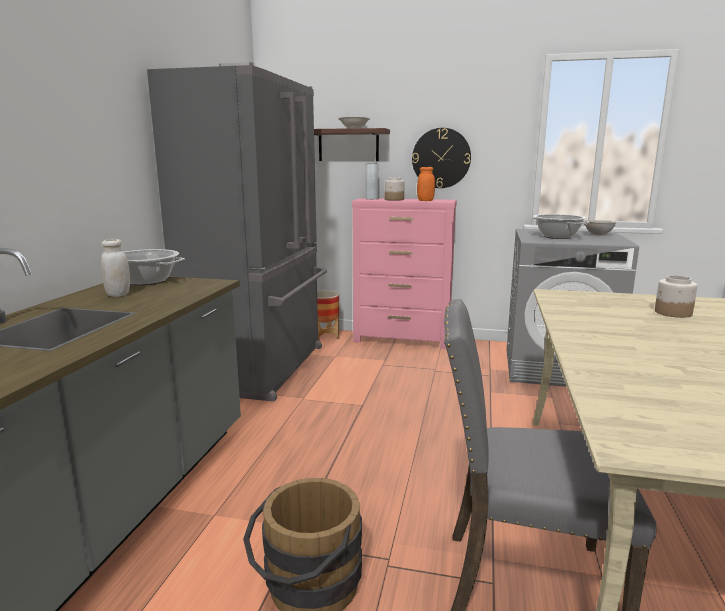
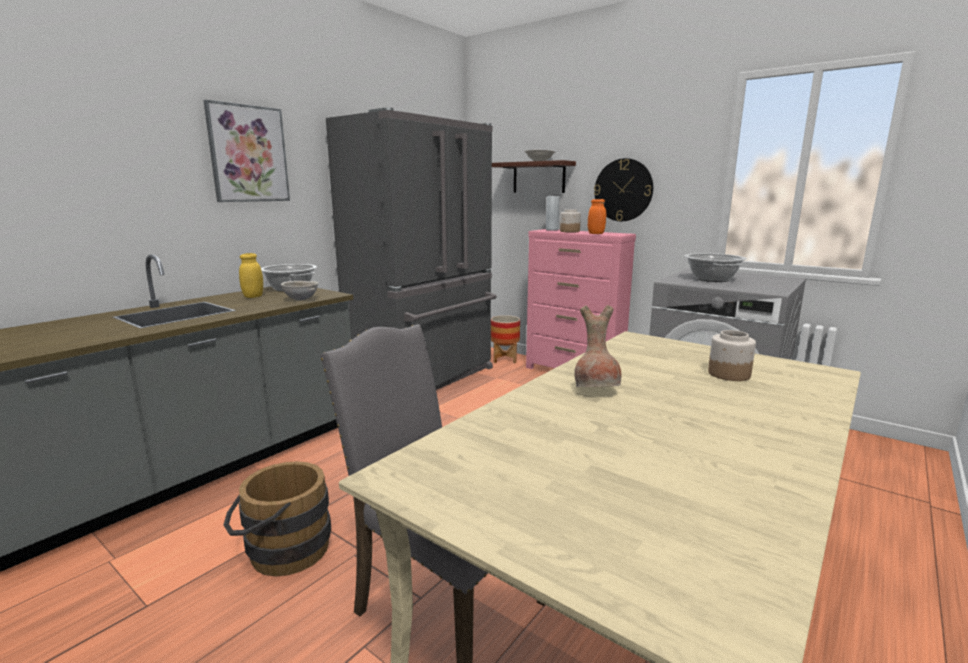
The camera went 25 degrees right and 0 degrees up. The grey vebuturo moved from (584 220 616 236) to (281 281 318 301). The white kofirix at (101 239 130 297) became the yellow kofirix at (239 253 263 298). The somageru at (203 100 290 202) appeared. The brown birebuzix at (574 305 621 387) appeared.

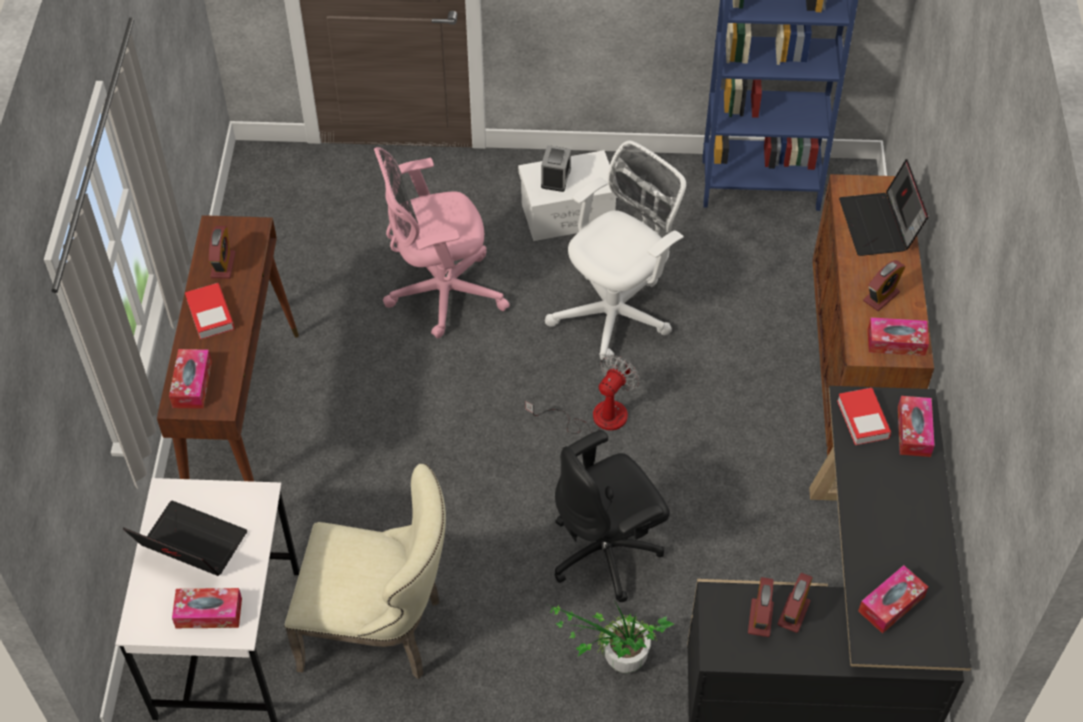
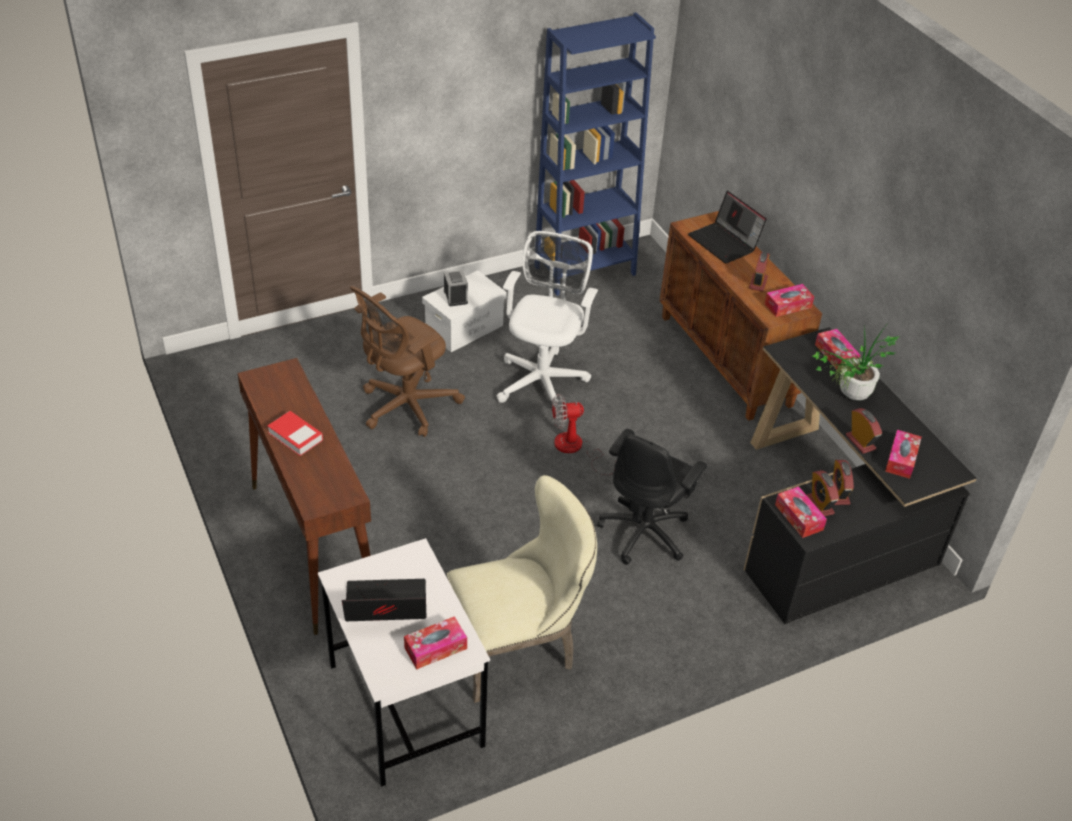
The camera went 30 degrees left and 10 degrees down. The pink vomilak at (374 147 510 338) became the brown vomilak at (350 286 465 437). The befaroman moved from (209 226 236 279) to (846 408 882 454). The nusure moved from (169 349 212 409) to (775 486 827 538). The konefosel at (525 355 639 434) turned 105 degrees counterclockwise. The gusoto at (837 388 891 445) disappeared. The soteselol moved from (544 602 674 673) to (813 322 900 400).

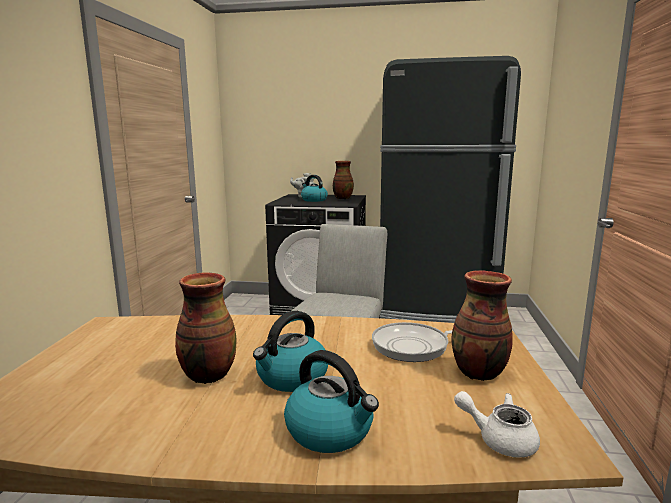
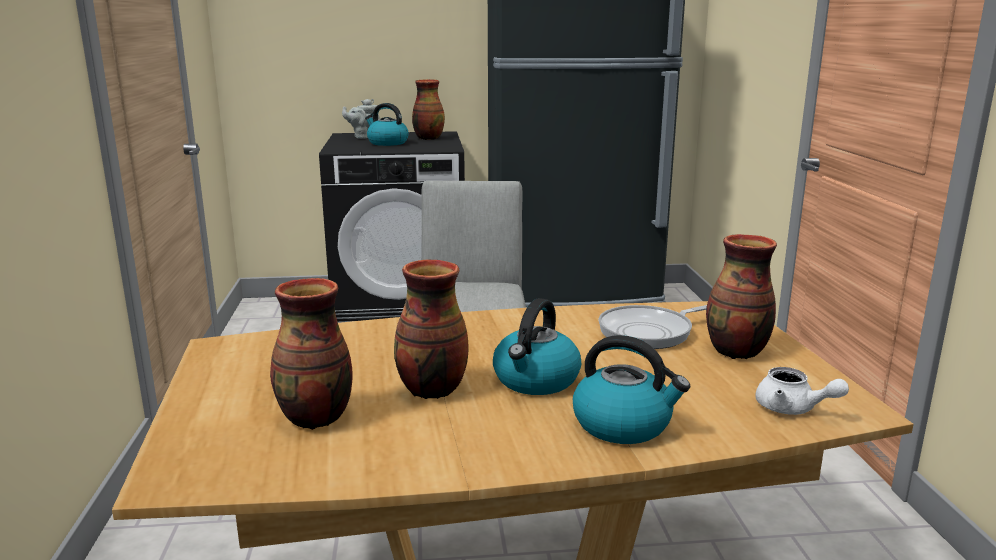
The camera went 15 degrees left and 5 degrees up. The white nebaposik at (454 391 540 458) turned 150 degrees counterclockwise. The birebuzix at (270 278 353 430) appeared.

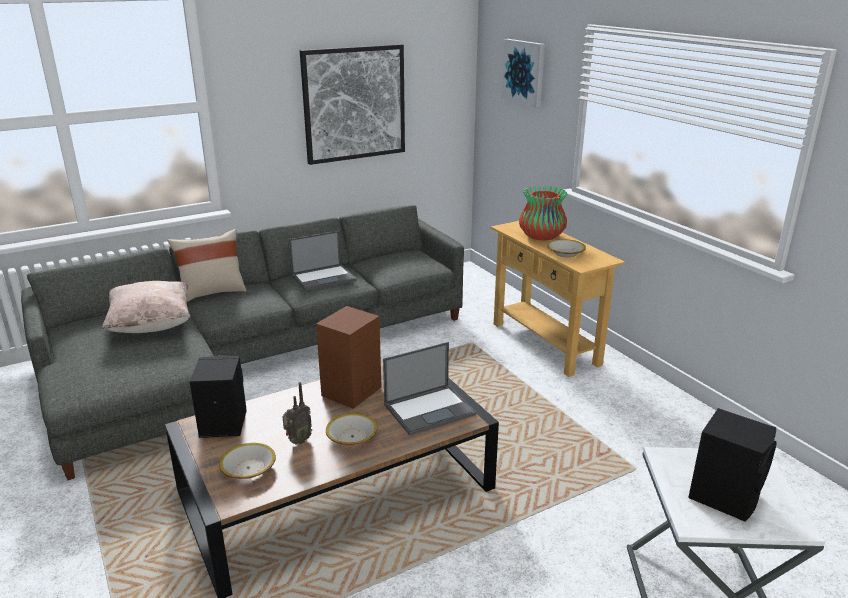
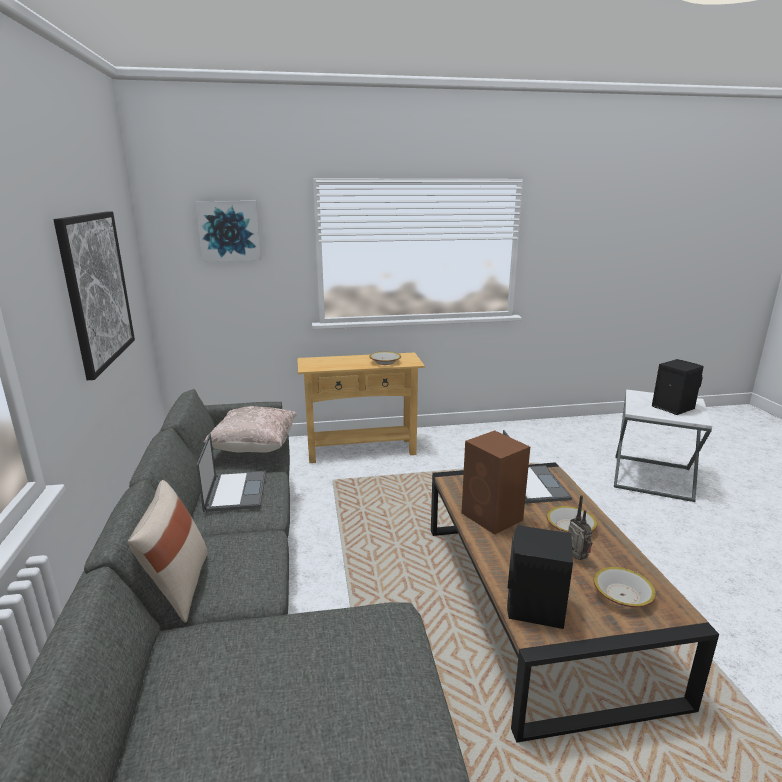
The camera went 70 degrees left and 5 degrees down. The birebuzix at (519 186 567 241) disappeared. The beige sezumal moved from (102 281 190 333) to (204 406 297 453).

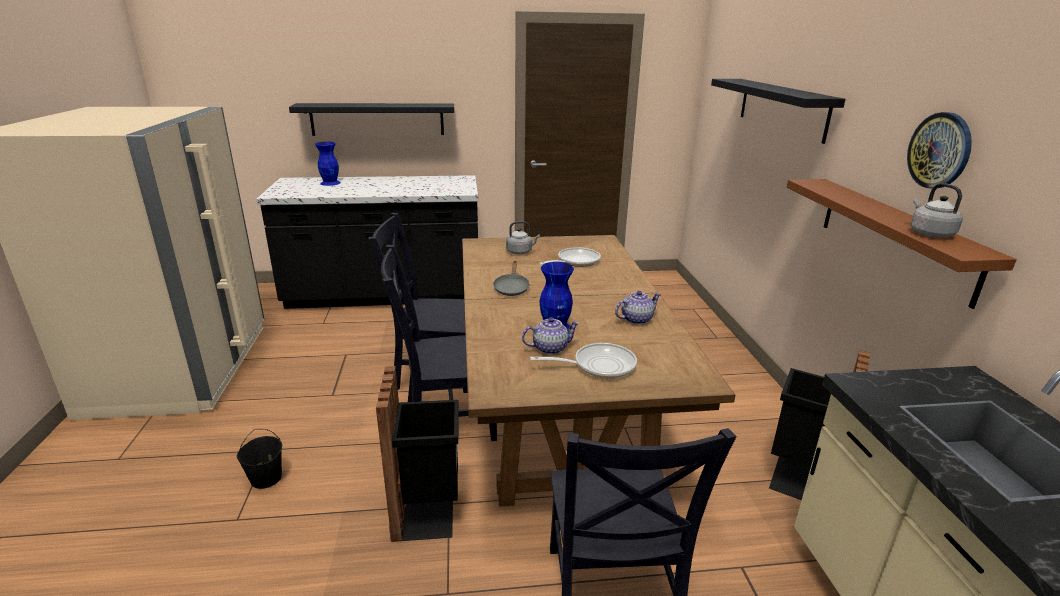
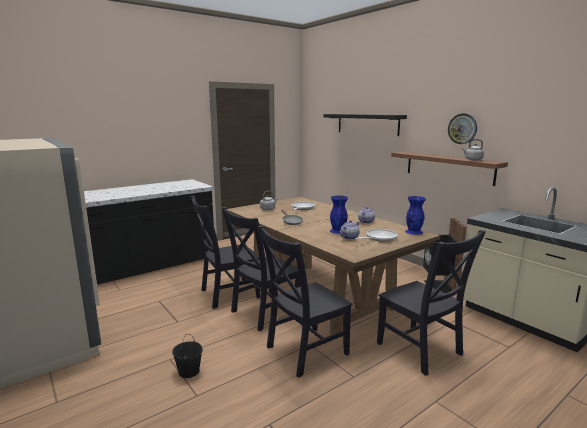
The camera went 30 degrees left and 10 degrees down. The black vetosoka at (289 103 454 136) disappeared. The blue birebuzix moved from (315 142 341 186) to (405 196 426 235). The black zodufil at (376 366 459 542) was replaced by the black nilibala at (258 226 353 378).

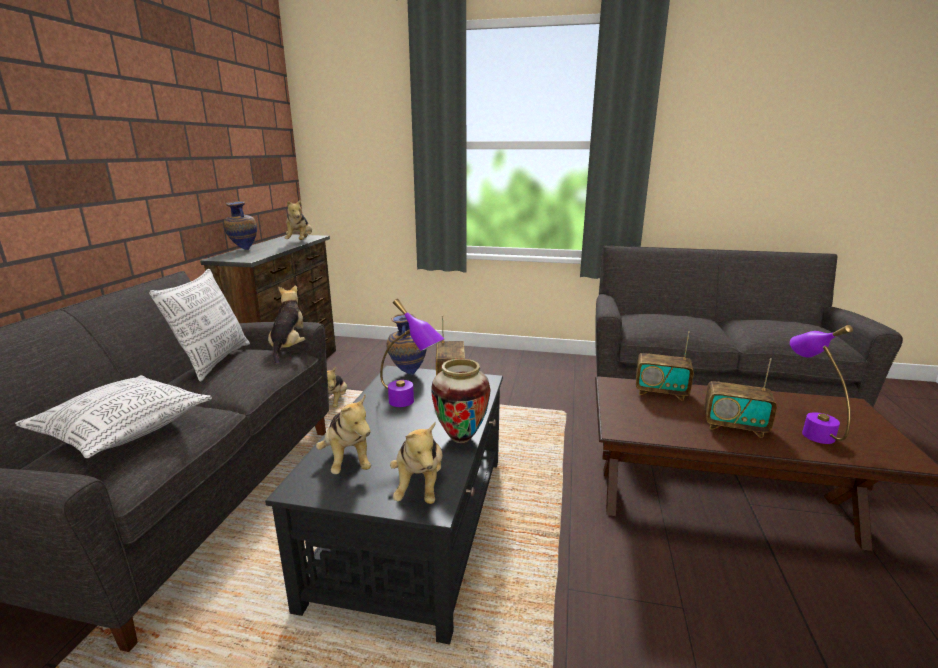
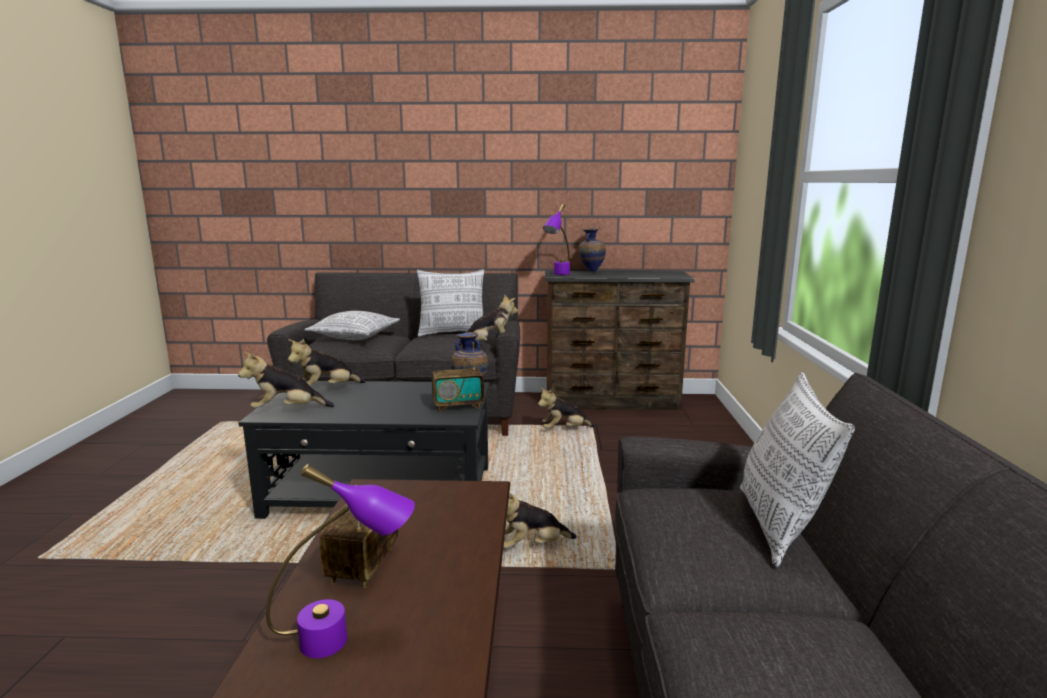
The camera went 80 degrees right and 5 degrees down. The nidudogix moved from (285 199 312 240) to (503 493 577 549). The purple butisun moved from (380 299 444 407) to (543 204 570 275). The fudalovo at (636 331 694 401) disappeared. The birebuzix at (431 359 491 443) disappeared. The sezumal at (740 372 855 567) appeared.

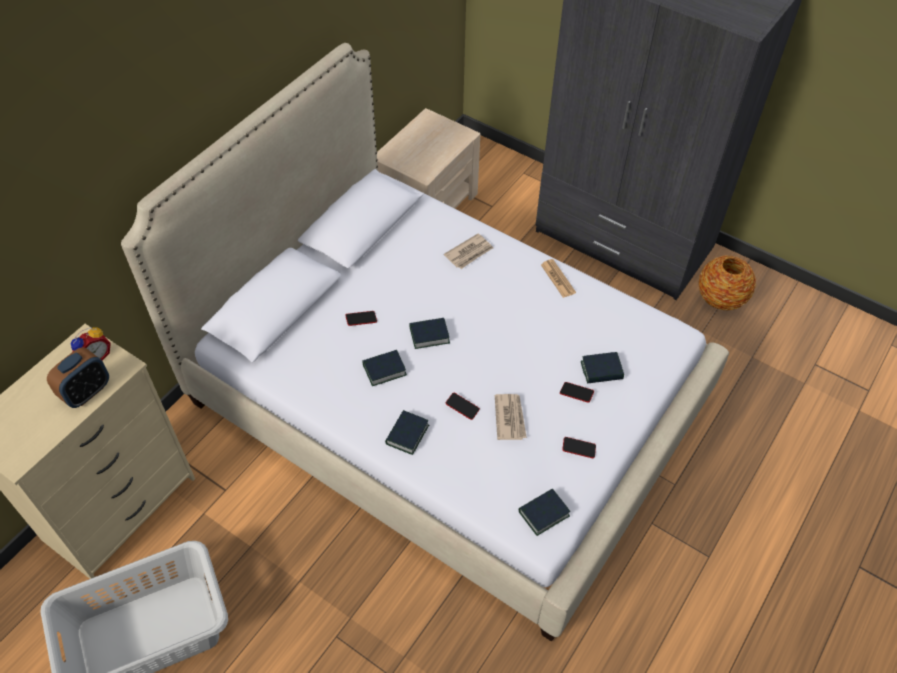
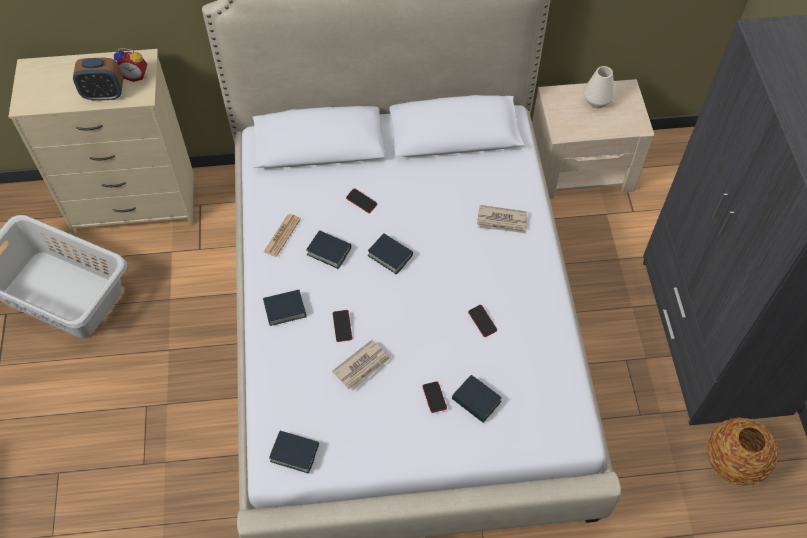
The camera went 50 degrees right and 5 degrees up. The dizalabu moved from (541 259 576 298) to (264 214 301 257). The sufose moved from (562 437 596 458) to (468 305 497 337). The white birebuzix at (583 66 615 108) appeared.

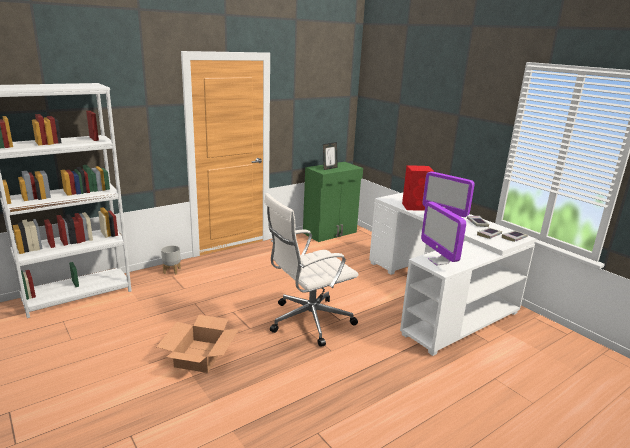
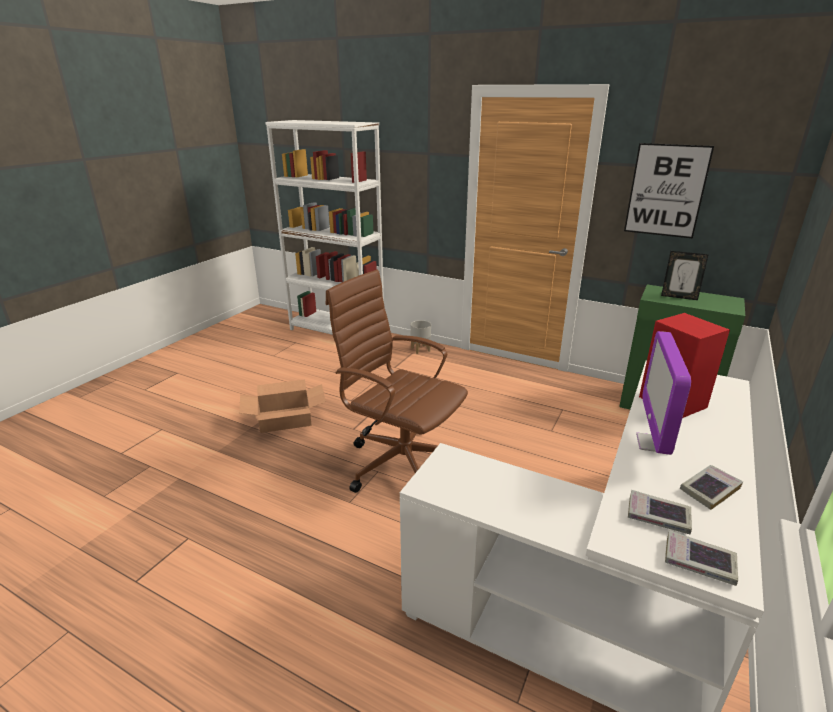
The camera went 65 degrees right and 5 degrees up. The white vomilak at (264 193 359 347) became the brown vomilak at (326 270 468 493). The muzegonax at (421 202 466 266) disappeared. The somageru at (624 143 714 239) appeared.

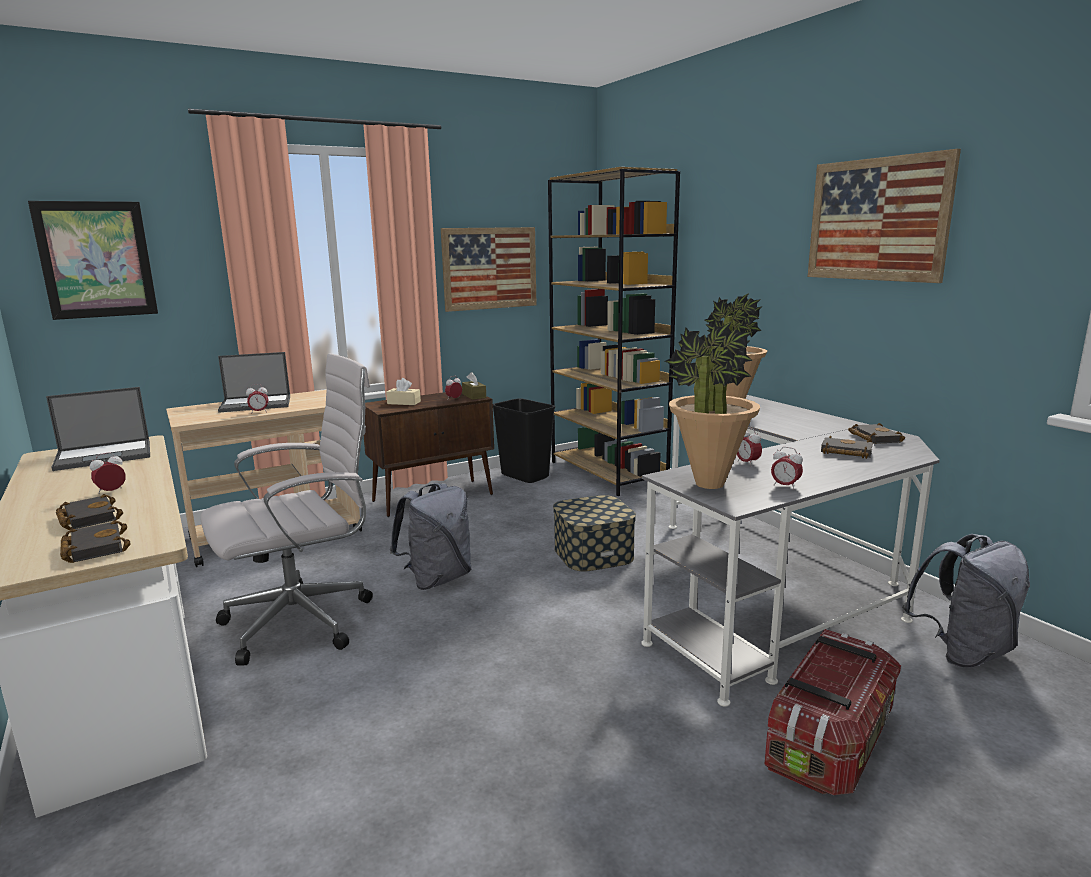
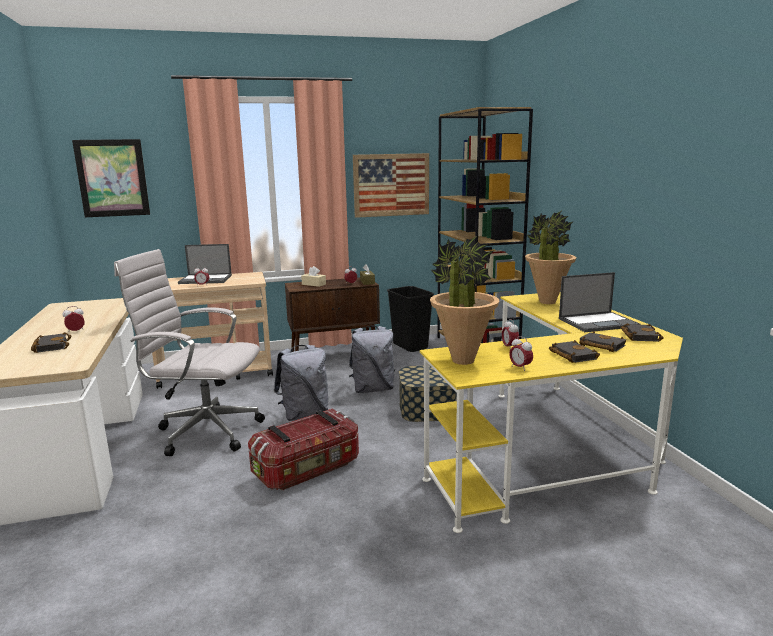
The camera went 15 degrees right and 0 degrees up. The somageru at (808 149 961 283) disappeared. The white vomilak at (200 353 373 665) turned 150 degrees counterclockwise. The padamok moved from (46 387 150 471) to (559 272 640 332). The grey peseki at (641 395 940 707) became the yellow peseki at (420 291 683 533). The black gusoto moved from (60 520 131 563) to (549 340 600 363). The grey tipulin moved from (902 534 1030 668) to (349 325 395 393). The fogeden moved from (764 629 901 795) to (248 409 359 490).

